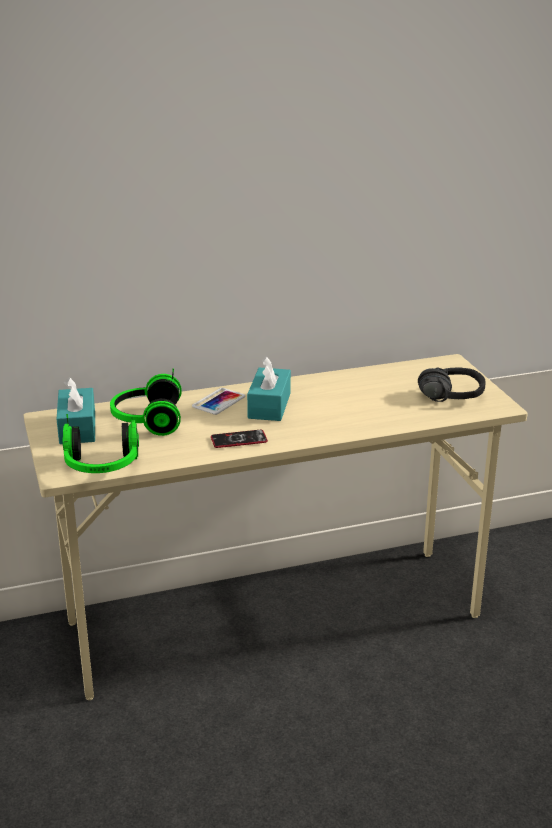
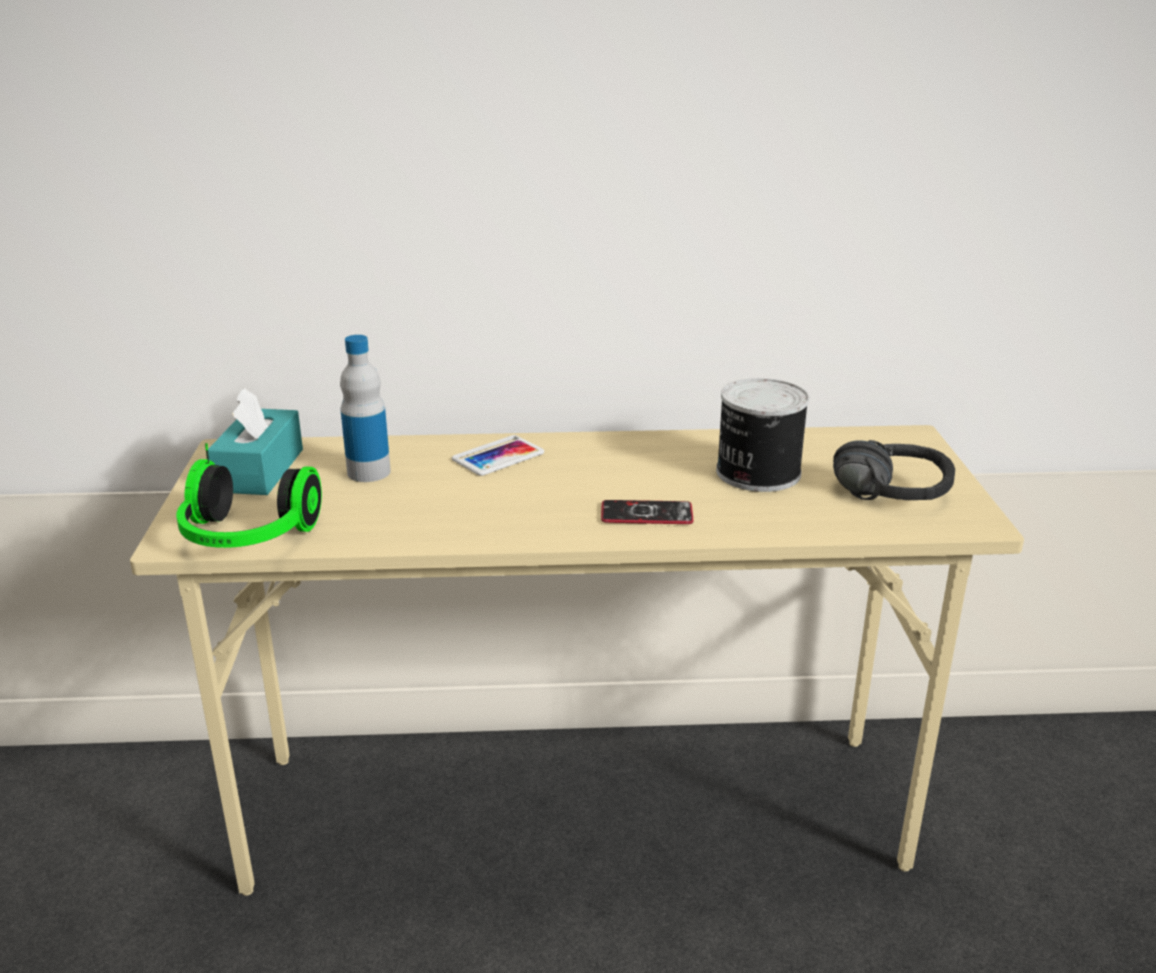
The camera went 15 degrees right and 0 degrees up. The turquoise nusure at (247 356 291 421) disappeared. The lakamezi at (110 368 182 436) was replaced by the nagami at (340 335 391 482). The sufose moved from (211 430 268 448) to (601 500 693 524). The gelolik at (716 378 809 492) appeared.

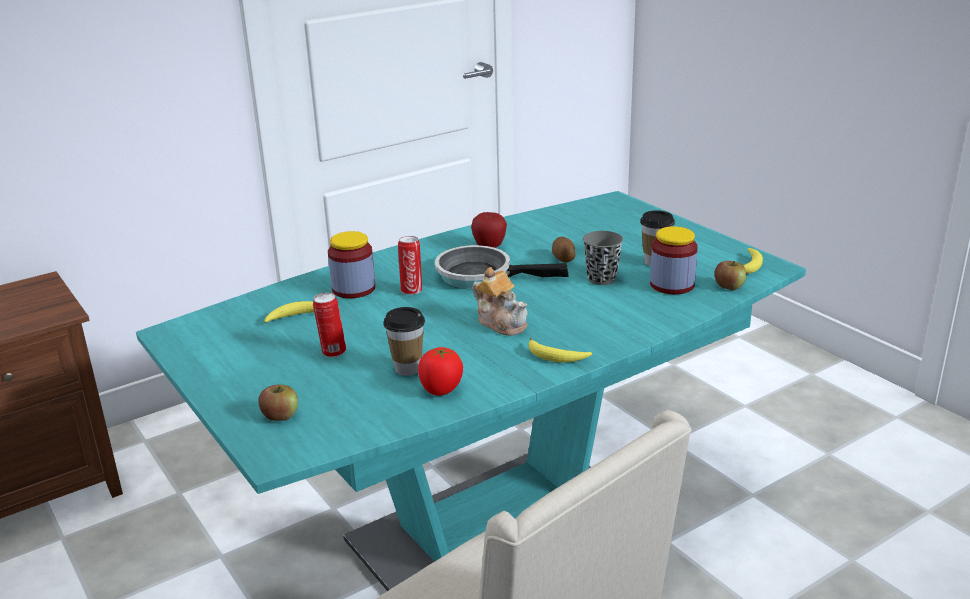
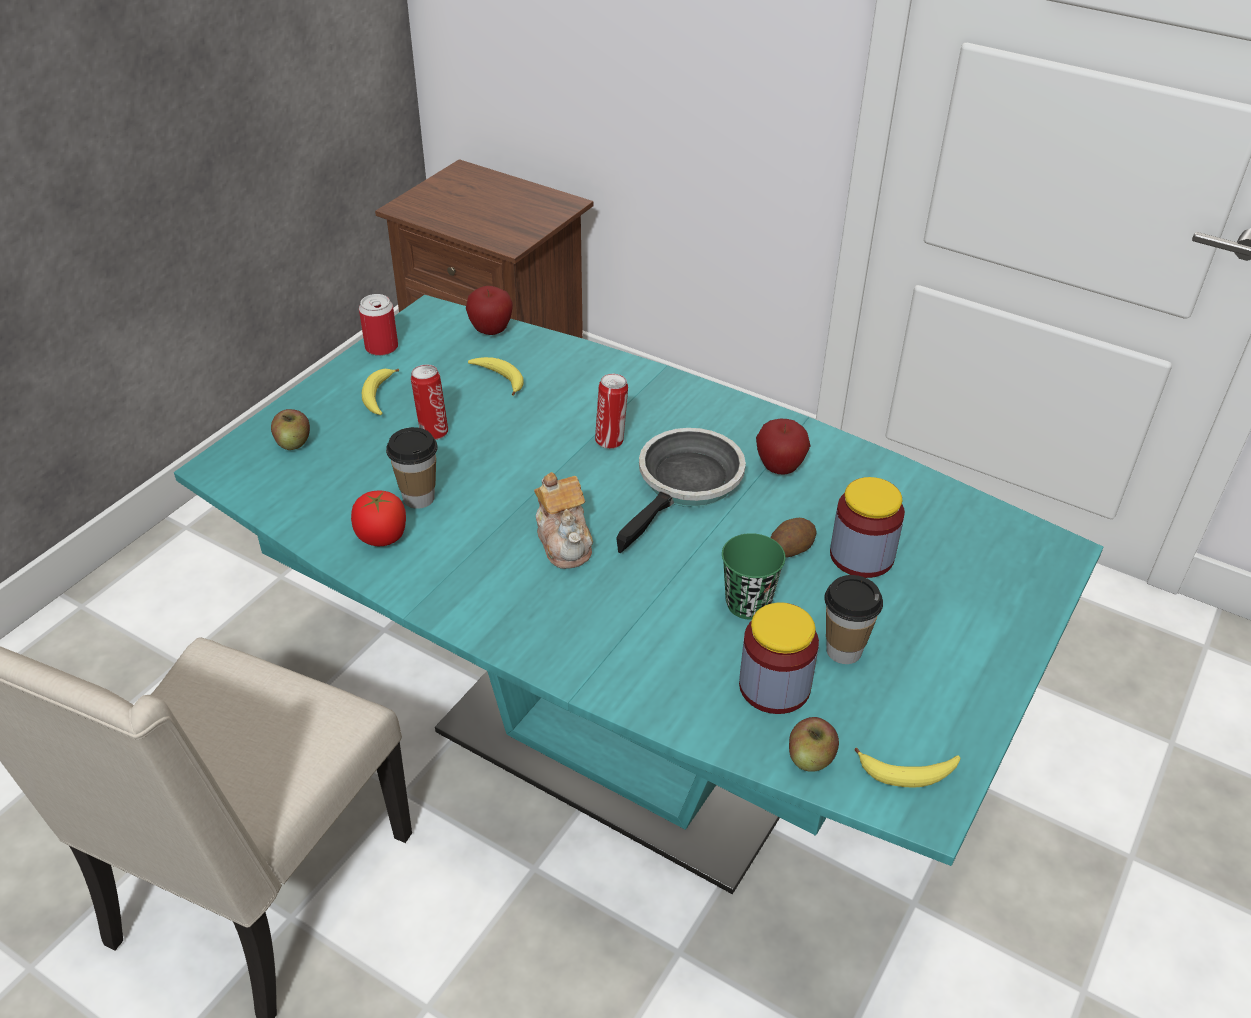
The camera went 65 degrees right and 15 degrees up. The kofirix moved from (328 231 375 298) to (830 477 905 578). The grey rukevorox at (583 231 623 285) became the green rukevorox at (722 533 786 619). The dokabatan at (435 245 569 289) turned 45 degrees clockwise. The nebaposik at (472 267 528 336) turned 45 degrees counterclockwise. The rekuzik moved from (528 338 592 362) to (362 369 399 415). The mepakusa at (466 286 513 335) appeared. The gelolik at (359 294 398 356) appeared.

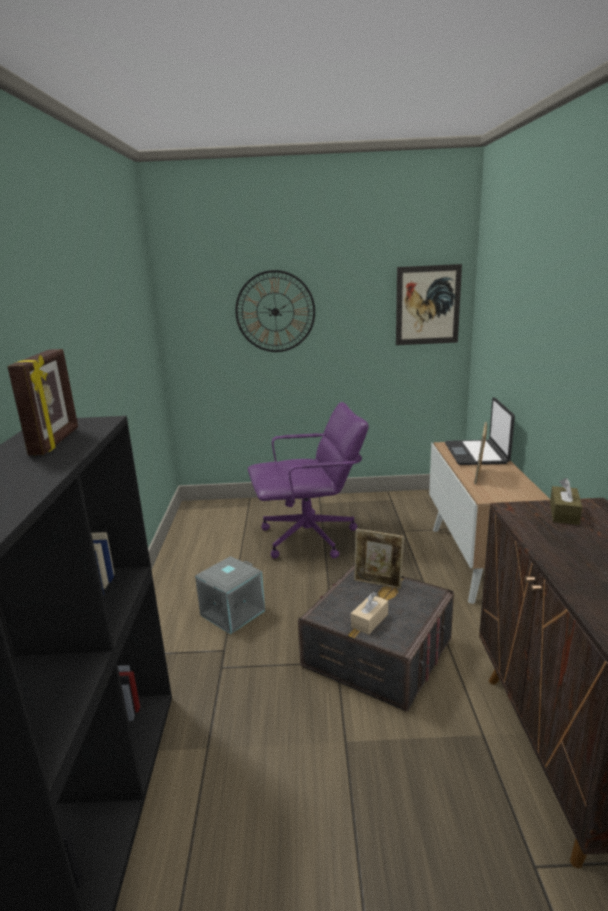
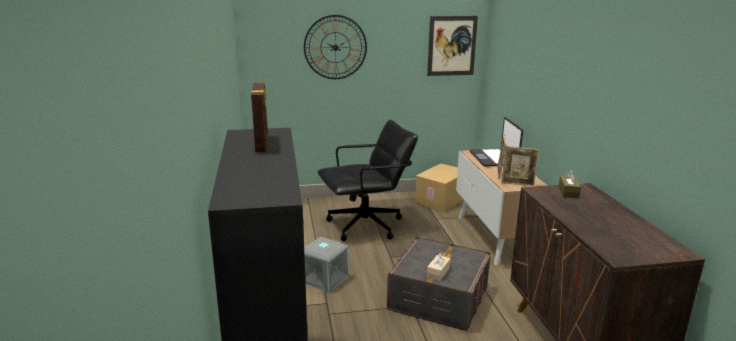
The camera went 10 degrees left and 0 degrees up. The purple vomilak at (248 402 369 559) became the black vomilak at (318 120 418 241). The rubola moved from (354 529 404 589) to (501 146 539 186). The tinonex at (415 163 464 212) appeared.

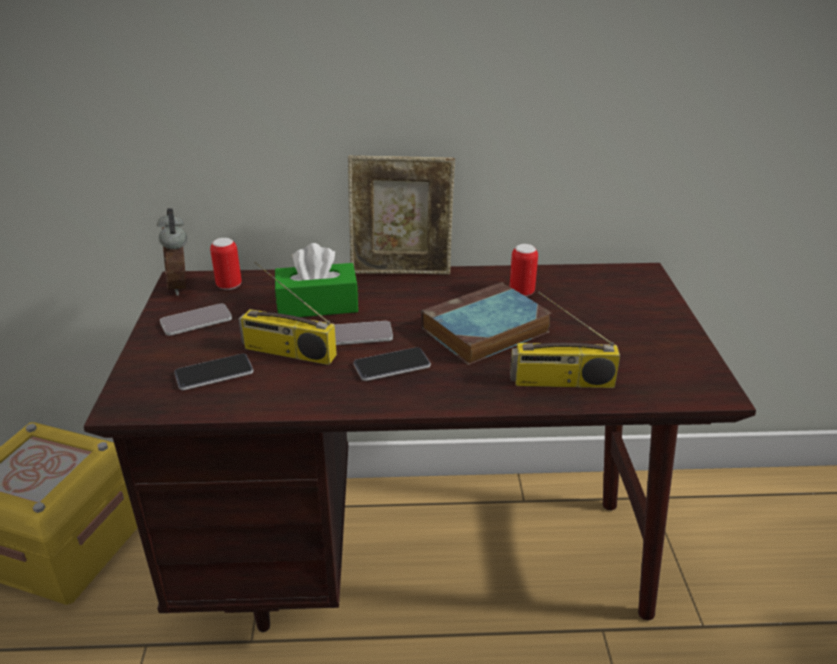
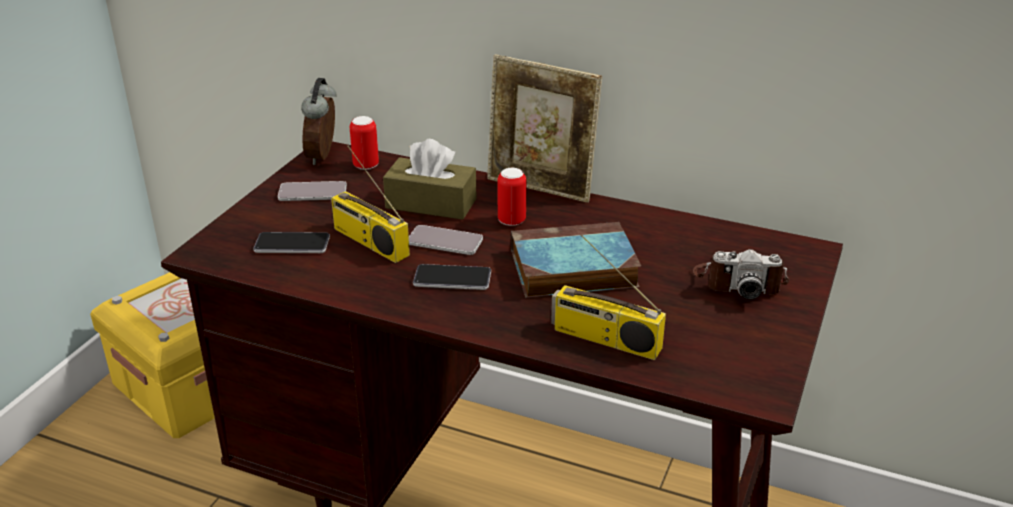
The camera went 25 degrees right and 0 degrees up. The green nusure at (275 243 358 317) became the brown nusure at (383 139 477 220). The gelolik moved from (510 244 538 297) to (497 168 527 226). The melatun at (693 249 789 299) appeared.

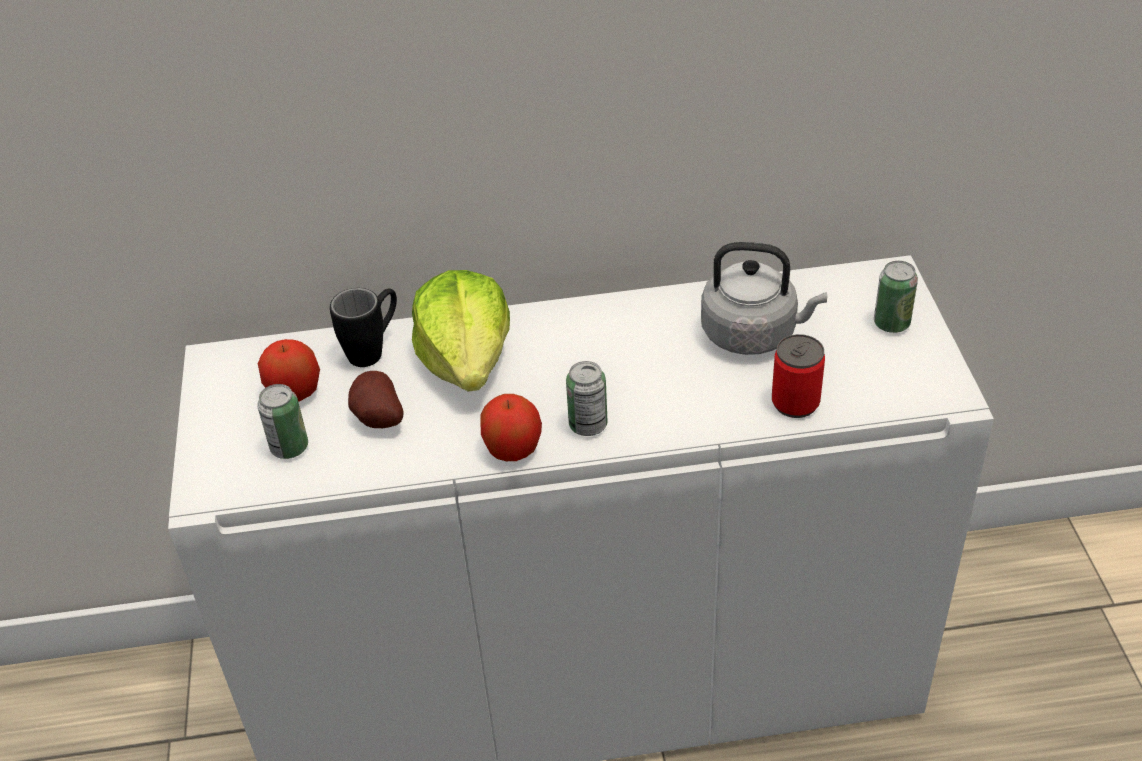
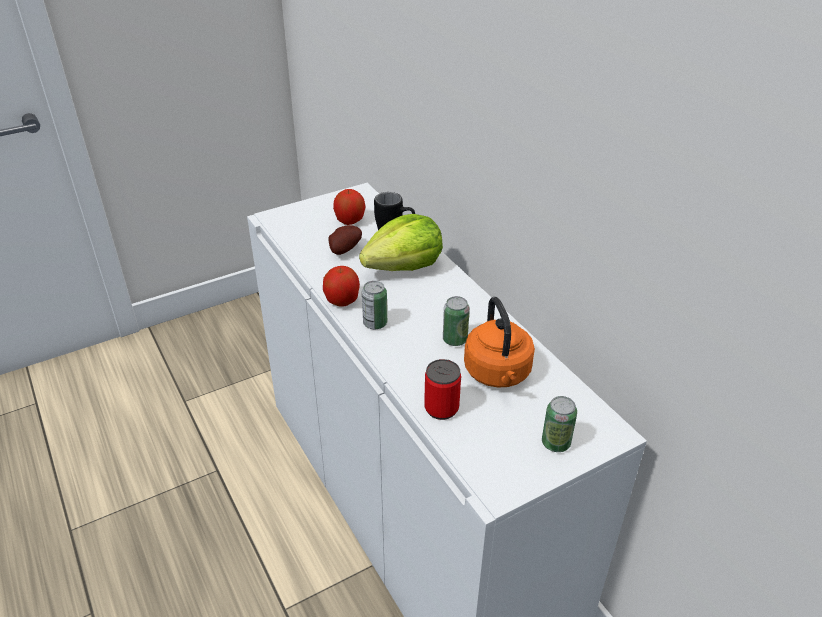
The camera went 65 degrees right and 5 degrees down. The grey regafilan at (701 242 827 355) became the orange regafilan at (464 297 535 388). The gelolik moved from (258 384 308 459) to (443 296 470 346).

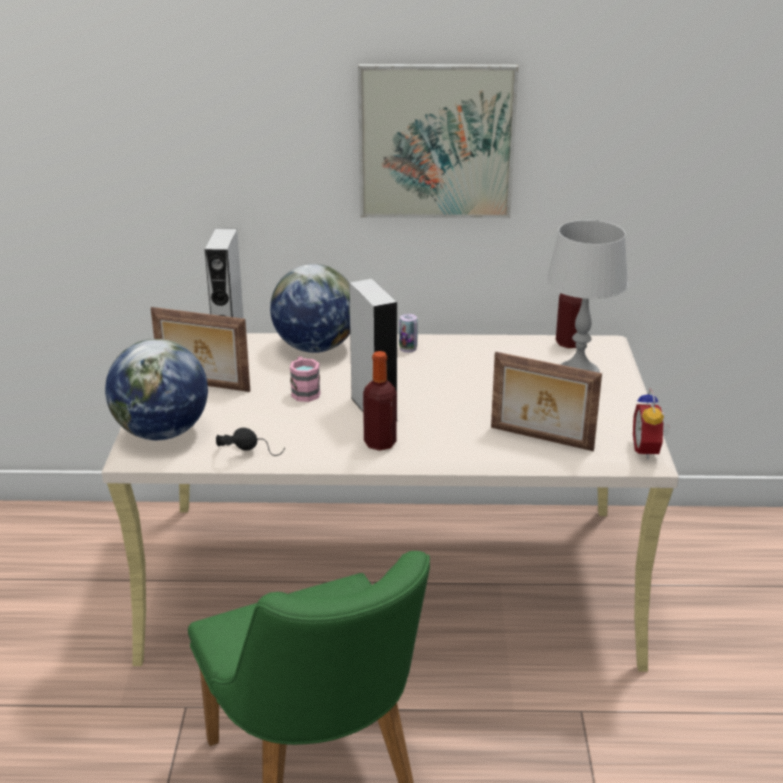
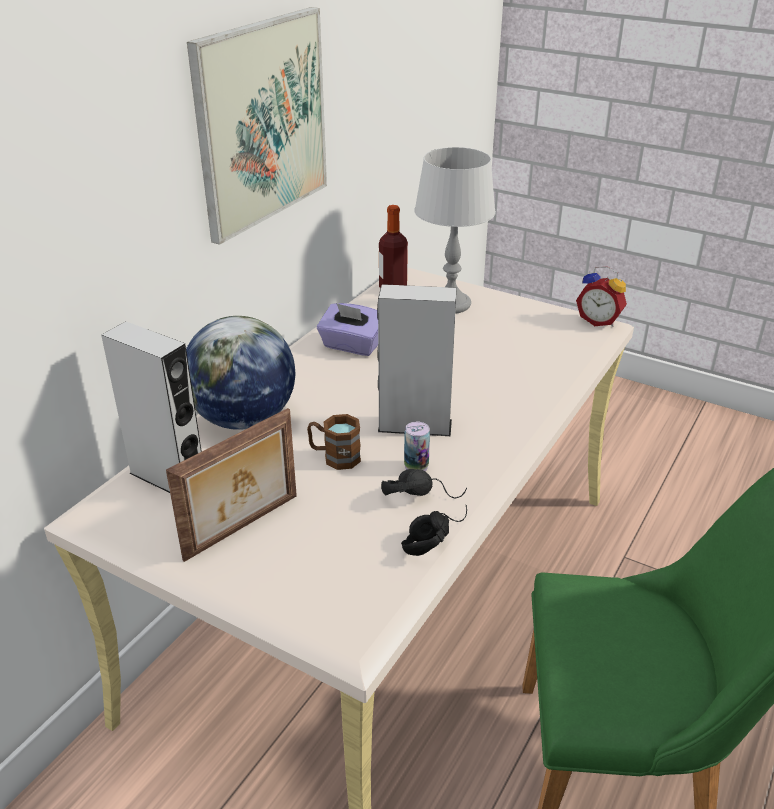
The camera went 60 degrees left and 5 degrees up. The gelolik moved from (399 314 418 353) to (404 421 430 471). The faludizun at (105 339 208 440) disappeared. The nagami at (363 351 397 451) disappeared. The rubola at (491 352 602 451) disappeared. The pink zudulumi at (290 356 321 402) became the brown zudulumi at (307 414 361 470). The purple nusure at (317 303 378 356) appeared. The black lakamezi at (381 469 467 498) appeared.

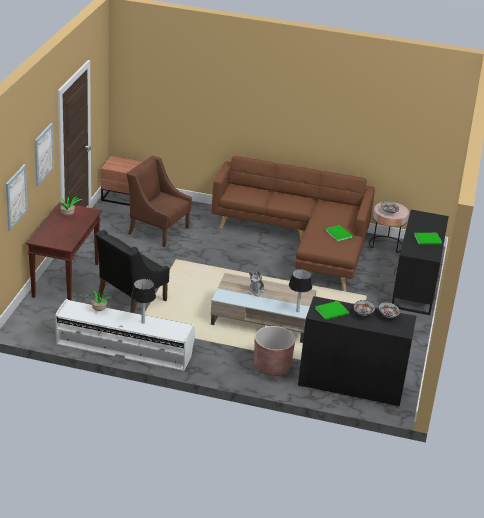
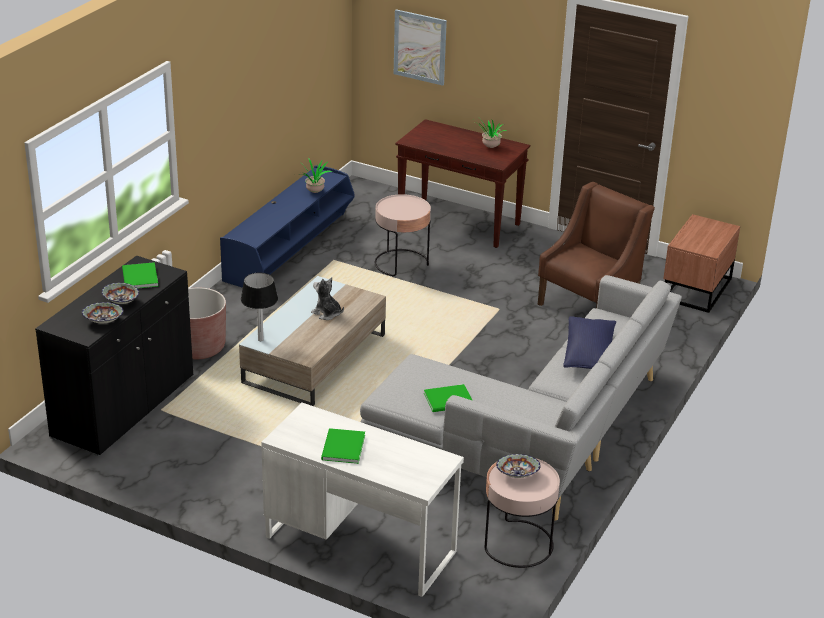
The camera went 105 degrees right and 0 degrees up. The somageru at (35 123 54 186) disappeared. The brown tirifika at (211 156 375 291) became the grey tirifika at (360 275 682 521). The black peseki at (392 210 449 315) became the white peseki at (261 403 464 597). The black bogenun at (95 230 170 313) was replaced by the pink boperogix at (375 194 431 276). The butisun at (131 279 156 324) disappeared. The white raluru at (55 299 195 371) became the blue raluru at (220 165 355 288). The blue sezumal at (563 316 616 369) appeared.

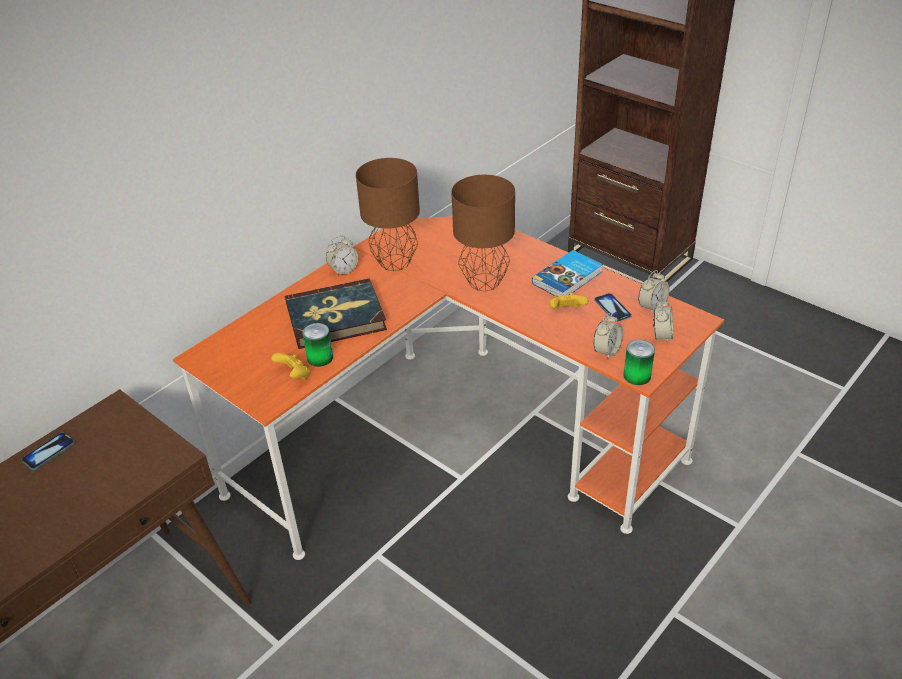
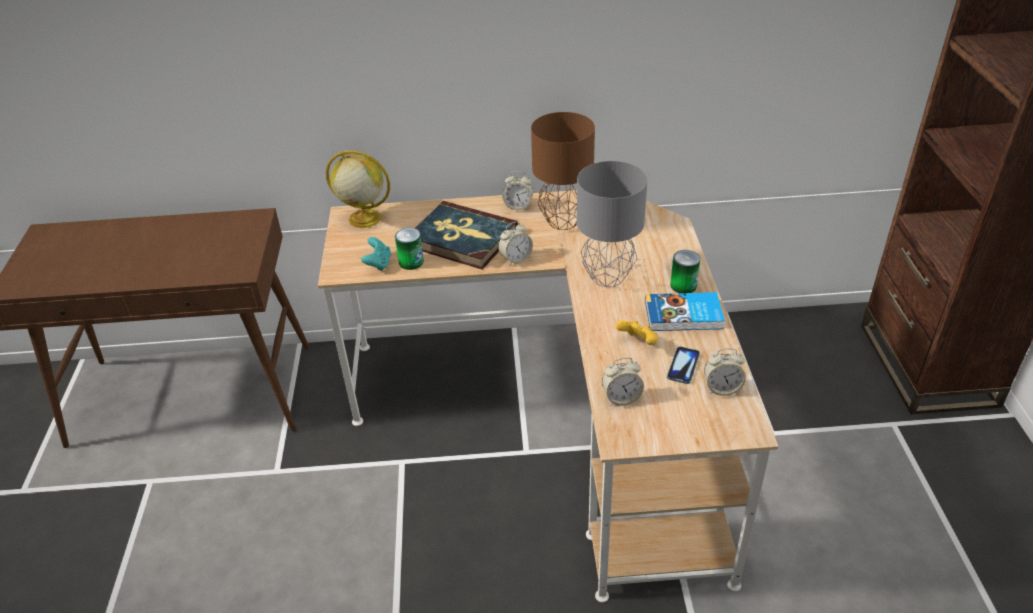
The camera went 45 degrees right and 0 degrees up. The brown butisun at (451 175 515 291) became the grey butisun at (577 161 647 287). The orange peseki at (173 216 724 560) became the beige peseki at (318 190 779 602). The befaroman moved from (653 299 673 344) to (498 222 533 266). The gelolik moved from (623 340 655 385) to (670 250 700 293). The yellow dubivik at (271 353 310 379) became the turquoise dubivik at (361 237 391 271). The sufose at (21 432 75 470) disappeared. The faludizun at (326 151 390 228) appeared.

